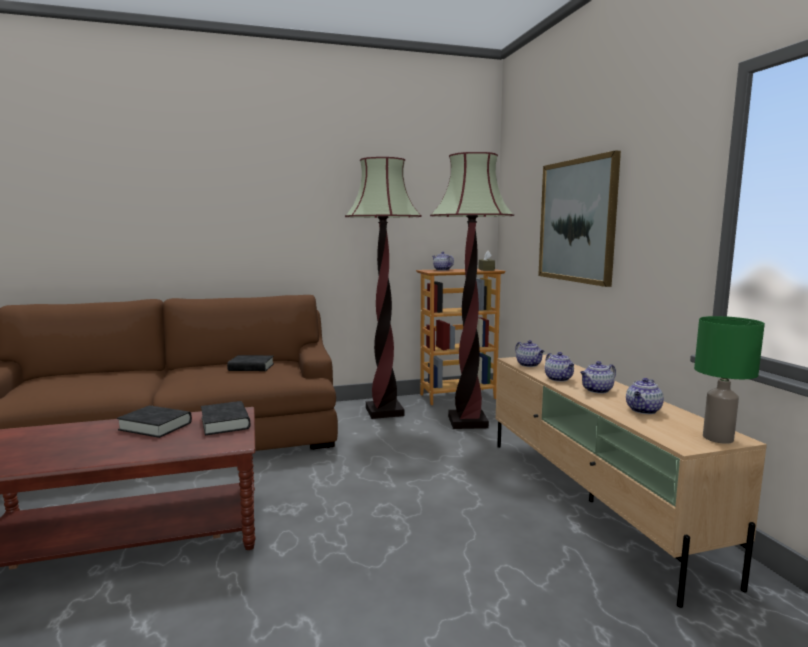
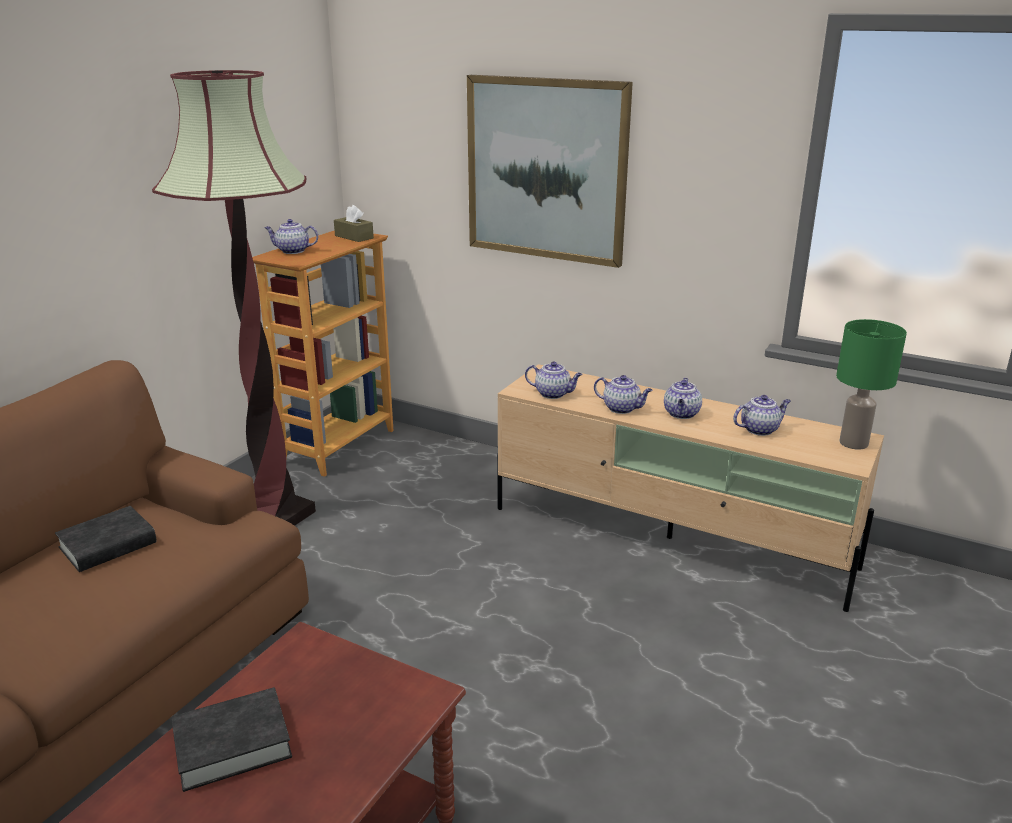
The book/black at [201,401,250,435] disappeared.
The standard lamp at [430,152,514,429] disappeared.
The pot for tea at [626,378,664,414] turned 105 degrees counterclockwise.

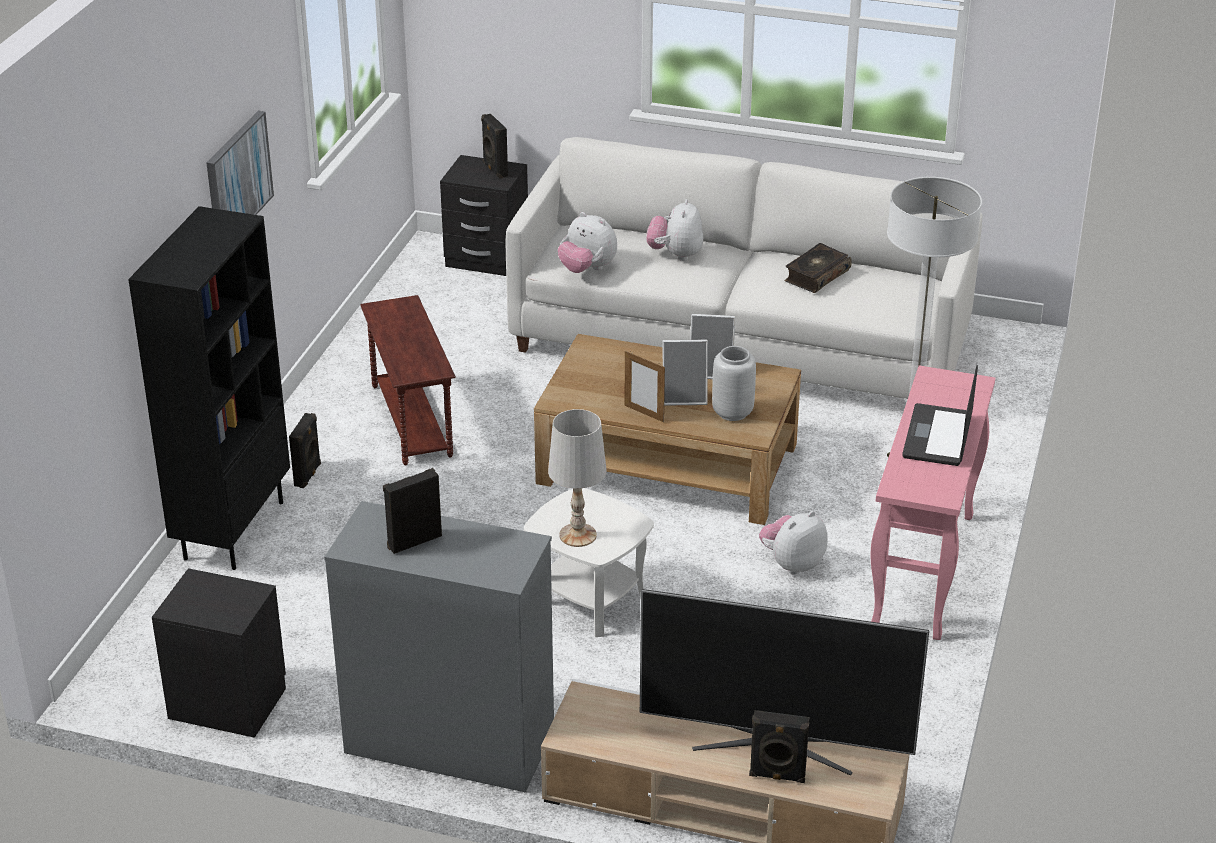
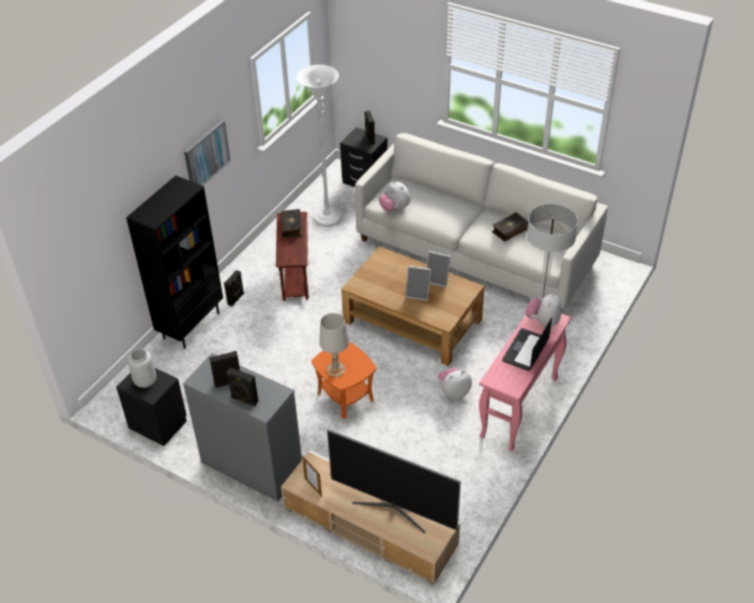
The book at [280,209,303,238] appeared.
The standard lamp/whitish at [297,65,342,227] appeared.
The picture frame moved from [625,351,665,422] to [302,455,322,497].
The cuddly toy moved from [646,199,703,261] to [526,293,561,327].
The decorative vase/grey moved from [712,346,756,421] to [128,349,156,388].
The loudspeaker/black moved from [749,710,810,783] to [227,368,258,406].
The end table/whitish at [524,488,654,637] became the end table/orange-coloured at [312,342,376,419].

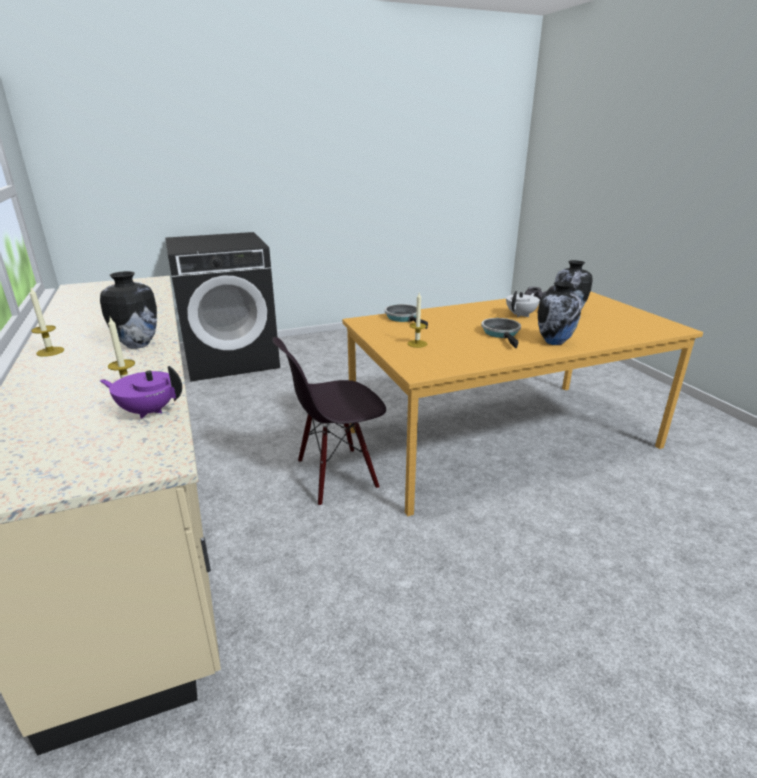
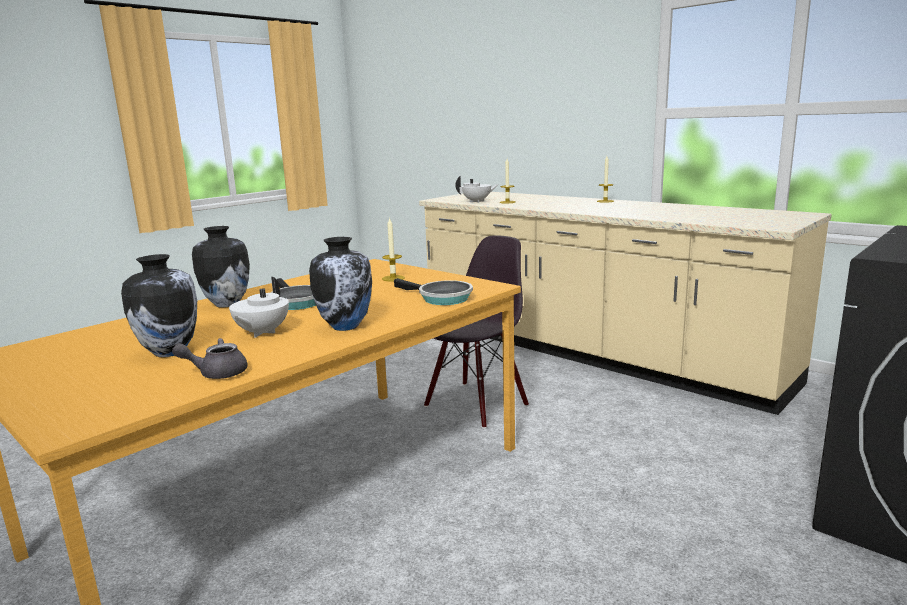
The decorative vase moved from [100,271,157,349] to [309,237,372,331].
The pot for tea/purplish at [100,366,182,419] became the pot for tea/whitish at [455,176,499,203].

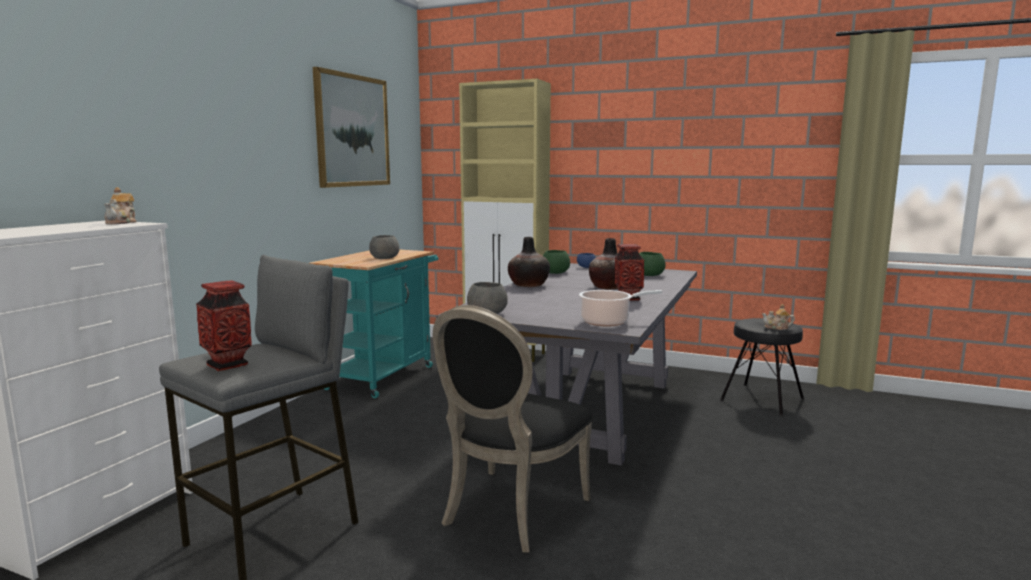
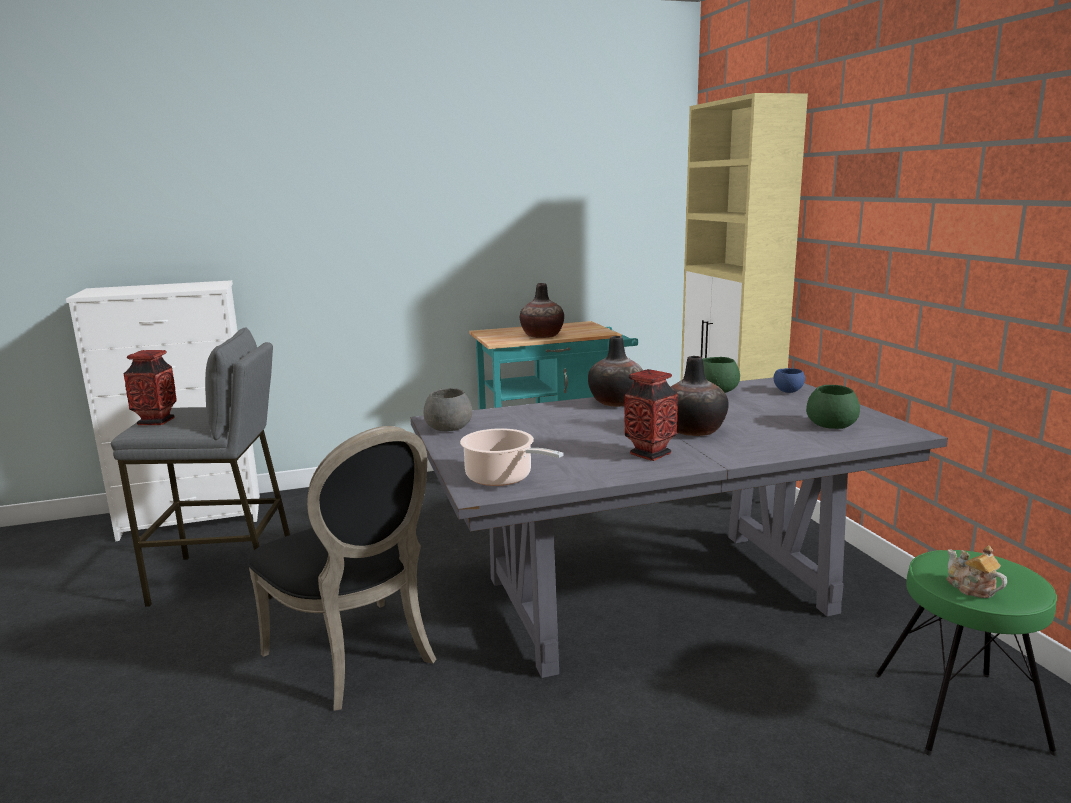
The pot for tea at [104,187,137,224] disappeared.
The wall picture at [313,67,390,188] disappeared.
The deep dish/grey at [369,235,400,259] was replaced by the decorative vase at [520,283,564,338].
The stool/black at [720,318,804,416] became the stool/green at [875,550,1057,756].
The upright chair/black at [433,305,593,552] turned 120 degrees counterclockwise.

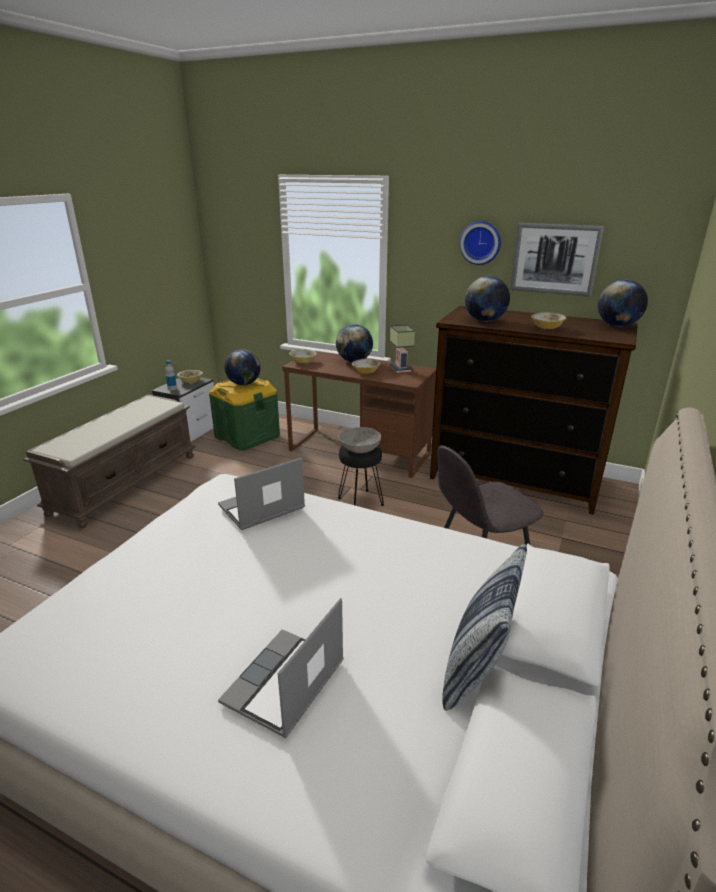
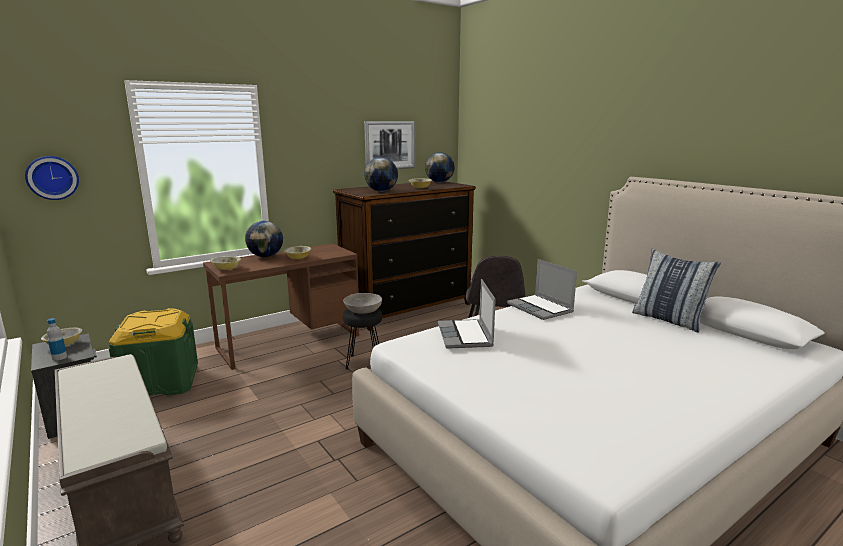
The desk globe at [224,350,260,385] disappeared.
The tabletop lamp at [390,325,415,373] disappeared.
The laptop moved from [218,598,344,738] to [507,259,577,320].
The hanging clock moved from [460,221,501,265] to [25,156,79,200].

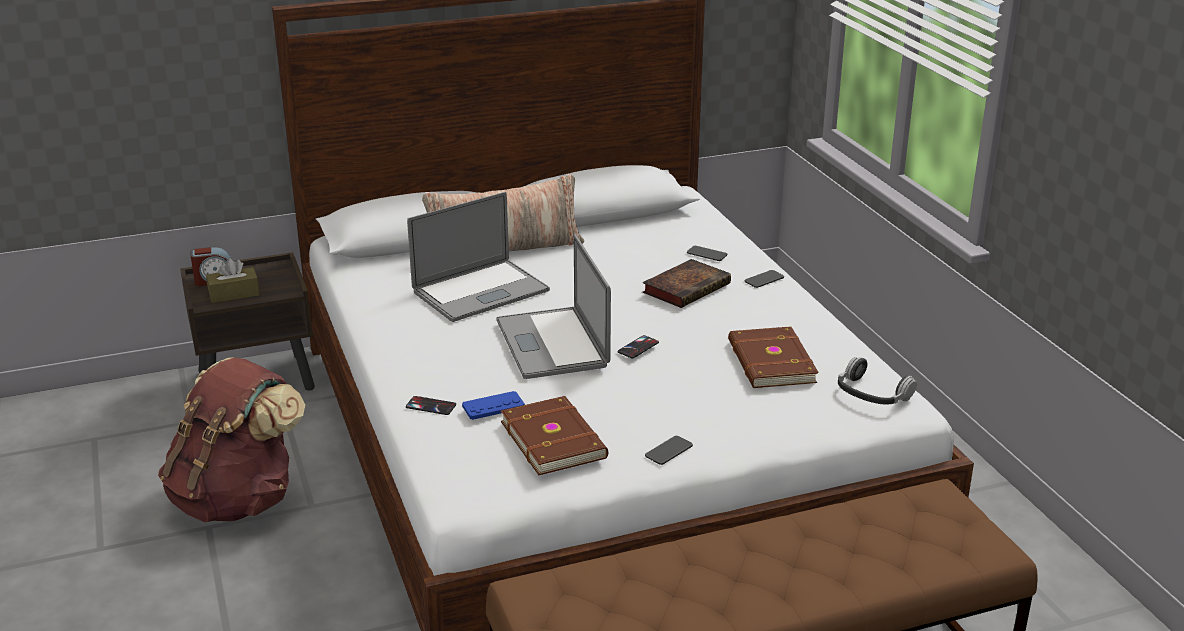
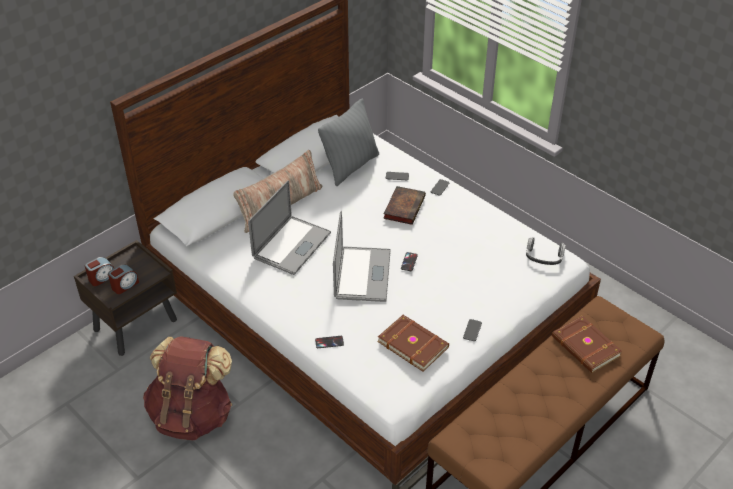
The joypad/blue at [462,391,525,420] disappeared.
The cushion/grey at [318,98,379,186] appeared.
The book/brown moved from [728,326,819,388] to [552,316,622,373].
The tissue holder/brown at [206,258,260,303] was replaced by the alarm clock at [108,264,139,294].
The laptop at [496,234,611,379] turned 135 degrees counterclockwise.

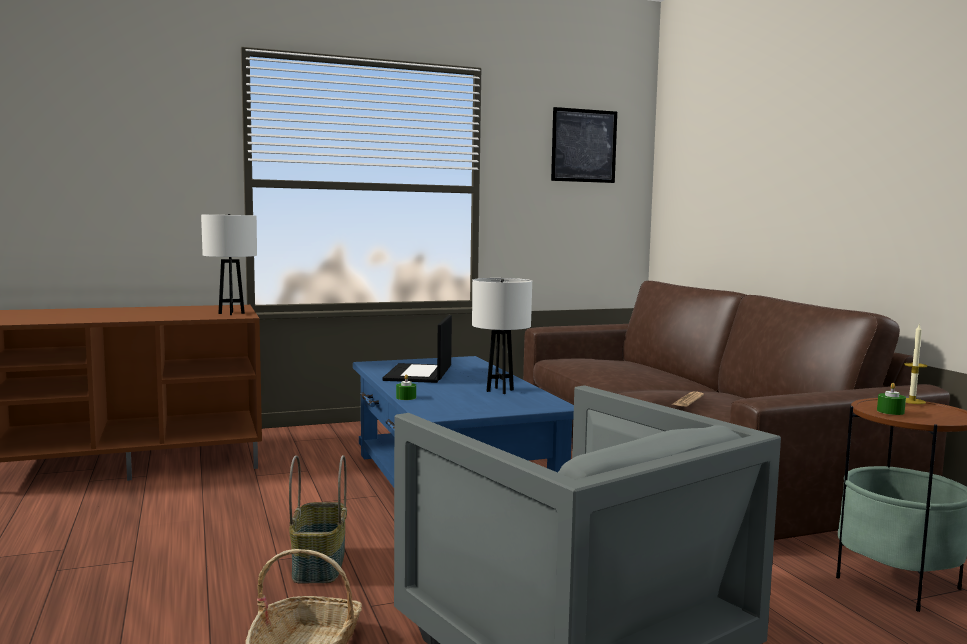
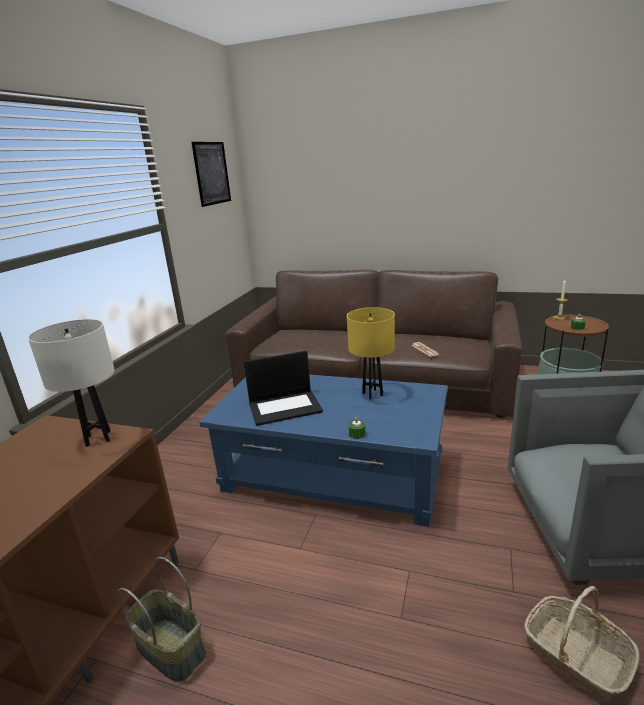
The basket moved from [289,455,347,584] to [118,557,206,682].
The tabletop lamp/whitish at [472,278,532,394] became the tabletop lamp/yellow-coloured at [347,307,395,400].
The laptop at [382,315,452,383] turned 60 degrees counterclockwise.

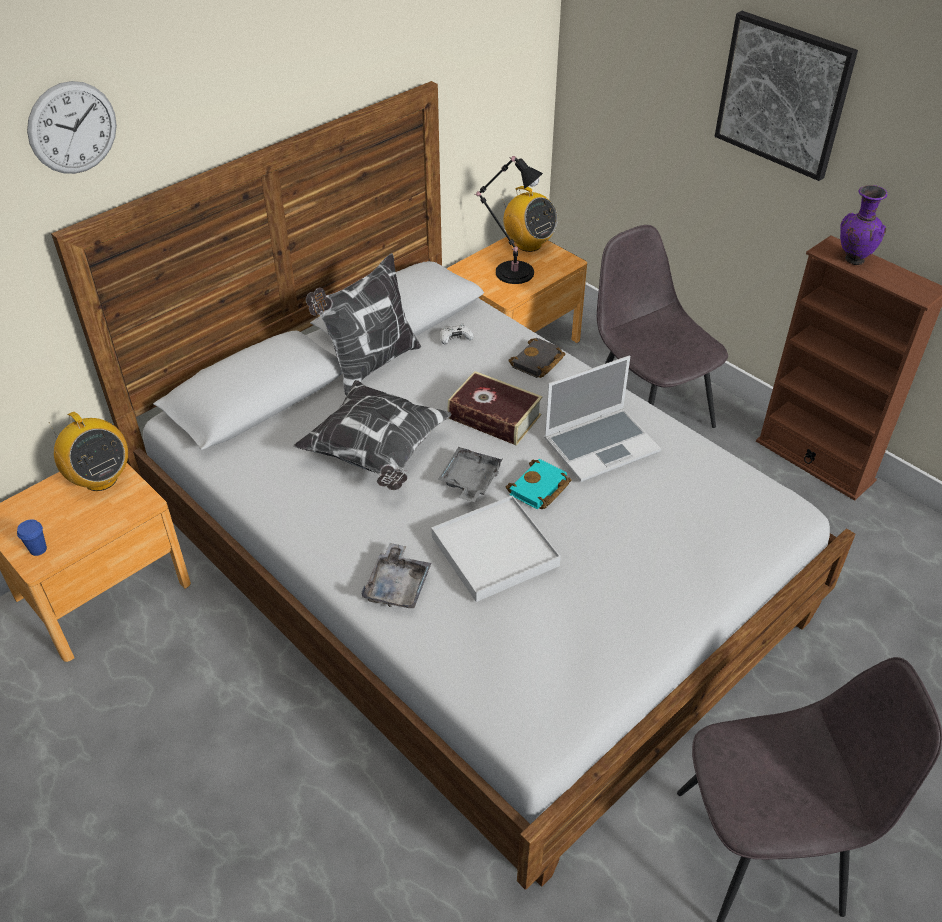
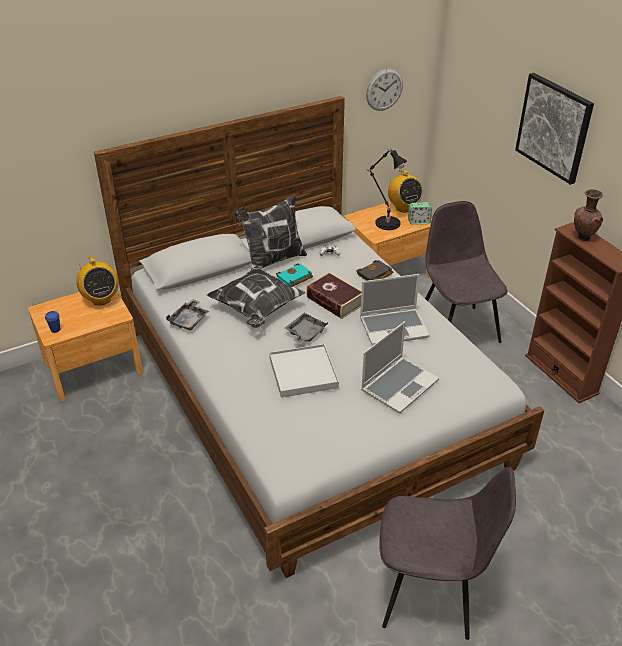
The laptop at [361,321,439,414] appeared.
The alarm clock at [408,202,432,225] appeared.
The hanging clock moved from [27,81,117,174] to [366,68,403,111].
The serving tray/grey moved from [361,543,431,608] to [166,299,209,330].
The book/blue-green moved from [506,459,571,509] to [276,264,313,287].
The decorative vase/purplish at [840,185,887,265] became the decorative vase/brown at [574,189,603,241].

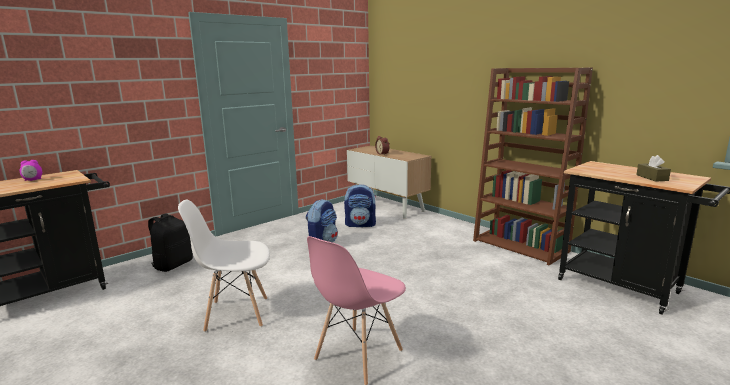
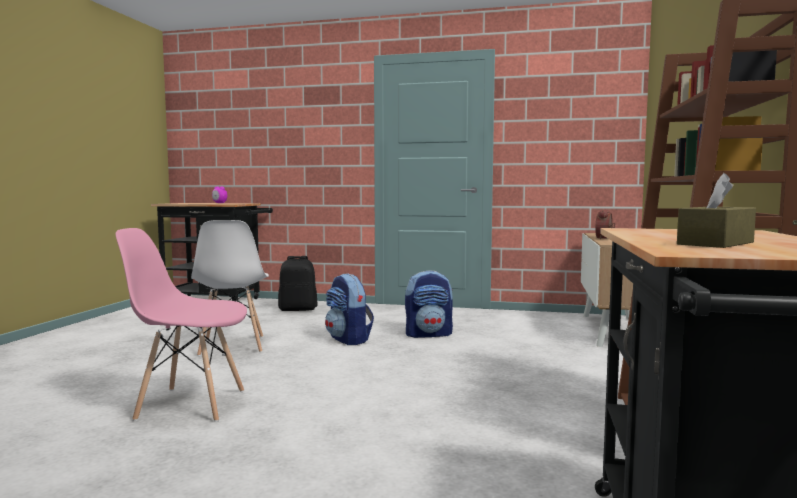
The knapsack moved from [344,184,376,227] to [325,273,374,345].
The upright chair/whitish at [178,200,270,332] turned 150 degrees counterclockwise.

